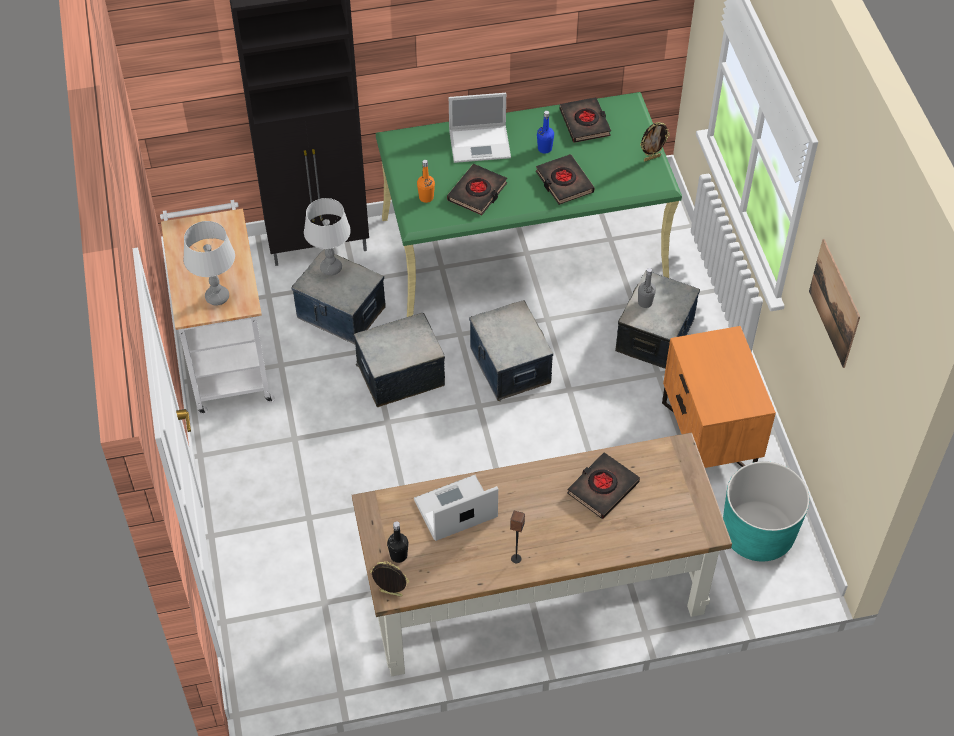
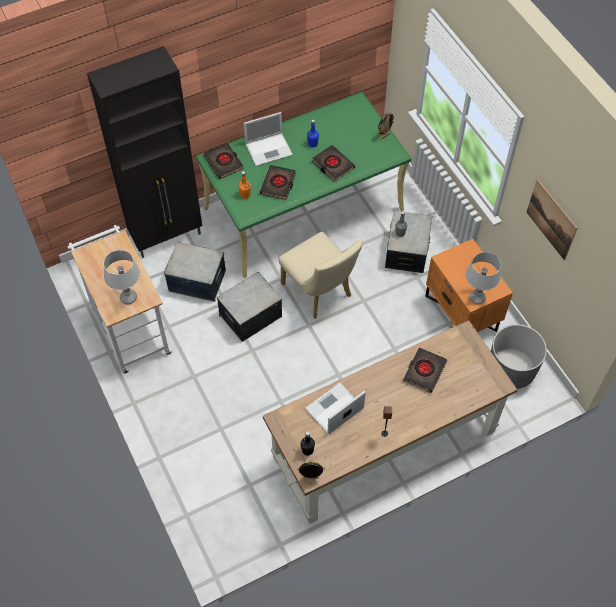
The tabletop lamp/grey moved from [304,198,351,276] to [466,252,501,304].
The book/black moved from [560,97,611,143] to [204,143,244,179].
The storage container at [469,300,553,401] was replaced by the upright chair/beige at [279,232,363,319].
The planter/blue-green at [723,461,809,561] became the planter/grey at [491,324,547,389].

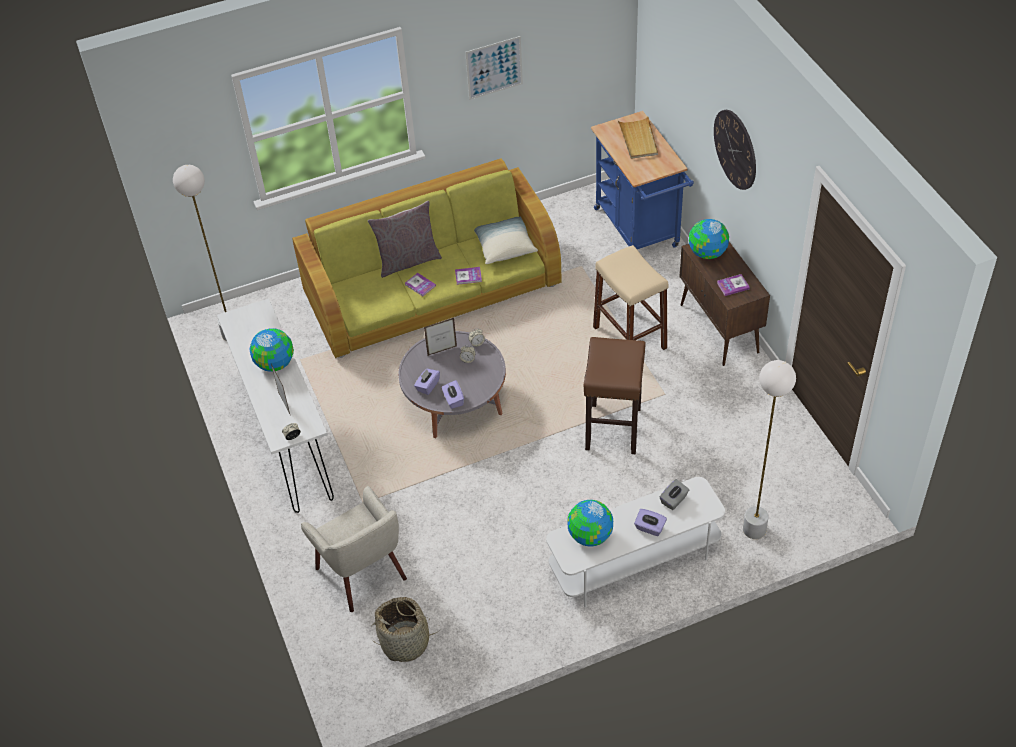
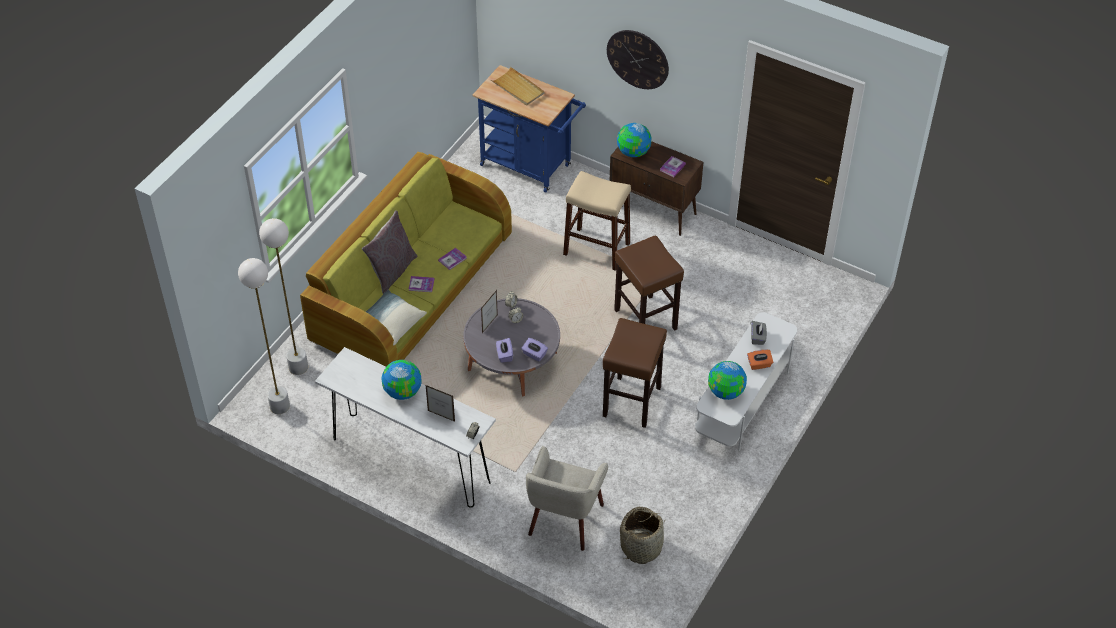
The wall picture at [465,36,523,100] disappeared.
The stool/brown at [603,318,667,428] appeared.
The cushion moved from [474,217,538,264] to [366,290,427,345].
The standard lamp/whitish moved from [743,360,796,539] to [259,218,308,375].
The tissue holder/purplish at [634,509,667,536] became the tissue holder/orange-coloured at [747,349,773,370].
The easy chair/beige at [301,486,407,612] turned 90 degrees clockwise.

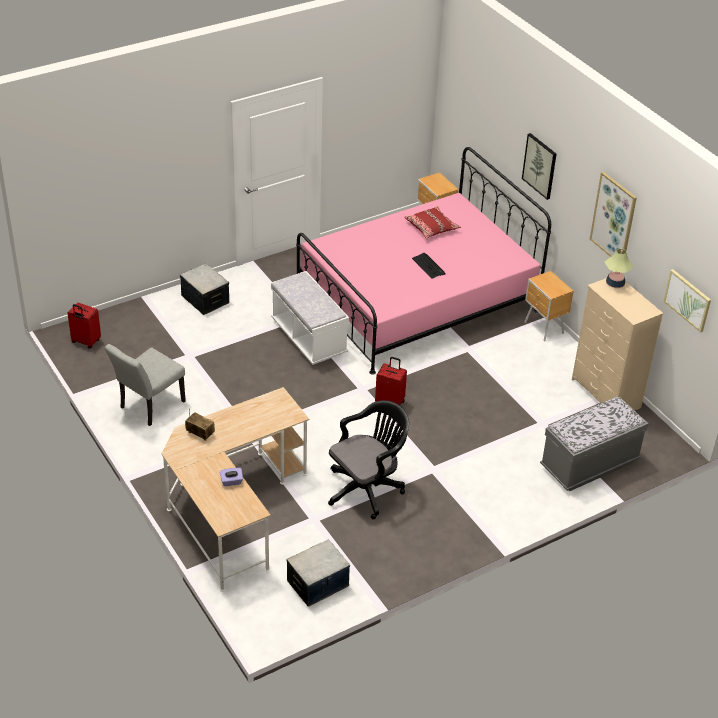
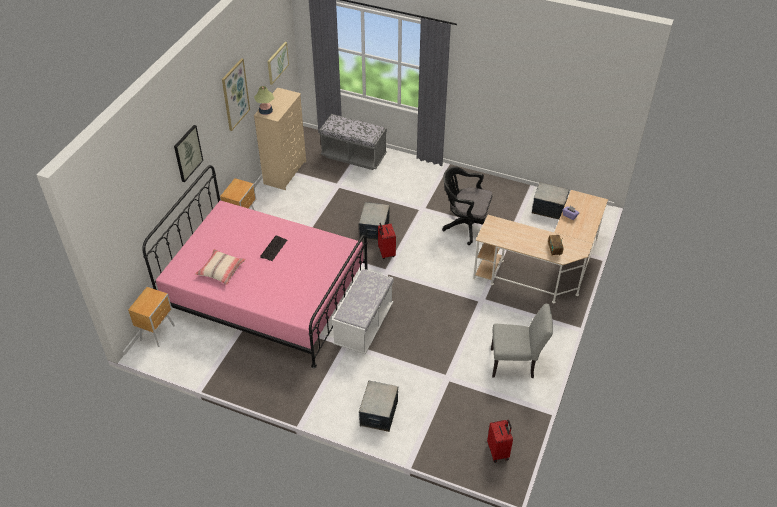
The storage container at [359,202,390,241] appeared.
The cushion/reddish at [404,206,461,239] became the cushion/beige at [195,249,246,285].

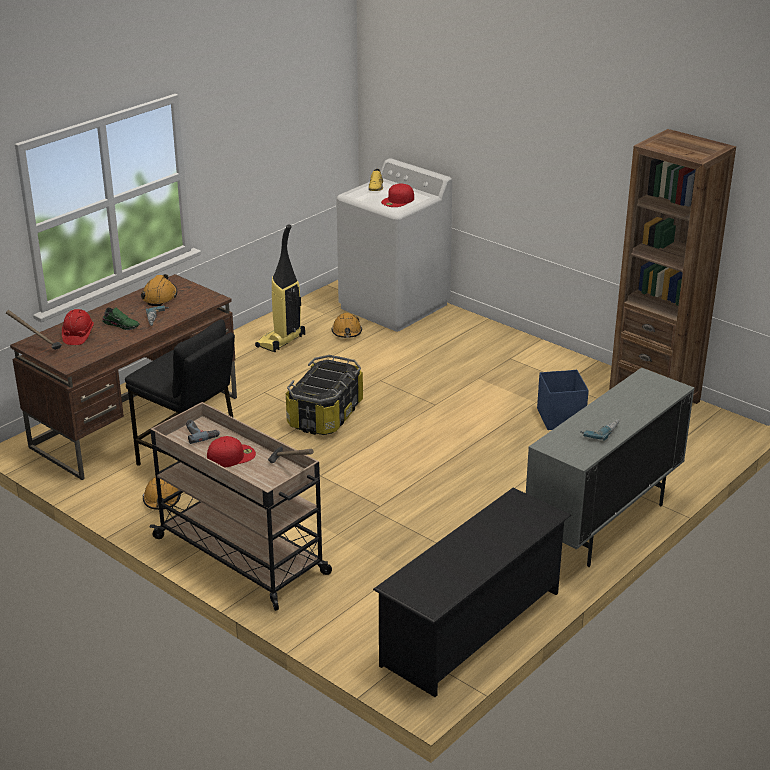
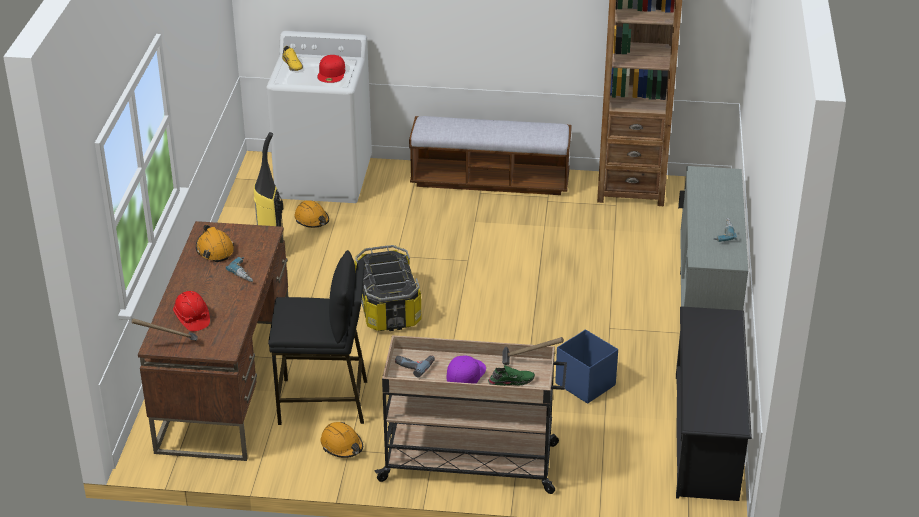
The long seat at [409,116,572,195] appeared.
The item of footwear/green moved from [102,308,139,330] to [488,365,535,386].
The storage container/blue moved from [537,370,589,430] to [555,330,618,404].
The cap/reddish at [207,436,256,467] became the cap/purplish at [447,355,486,384].

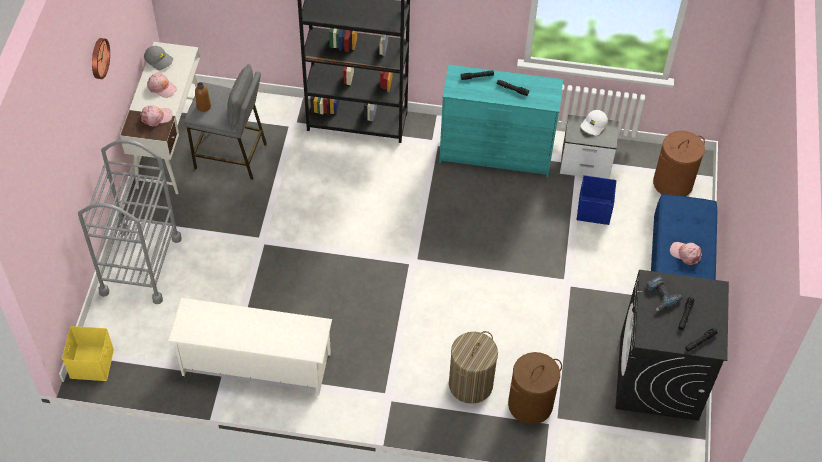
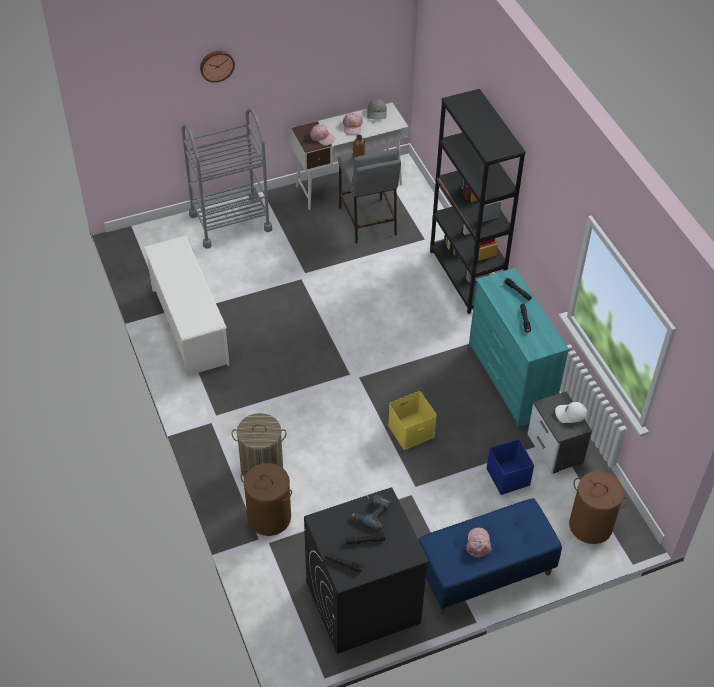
The storage container/yellow-coloured moved from [62,326,114,381] to [388,391,437,450].
The hanging clock moved from [92,38,110,79] to [200,51,235,83].

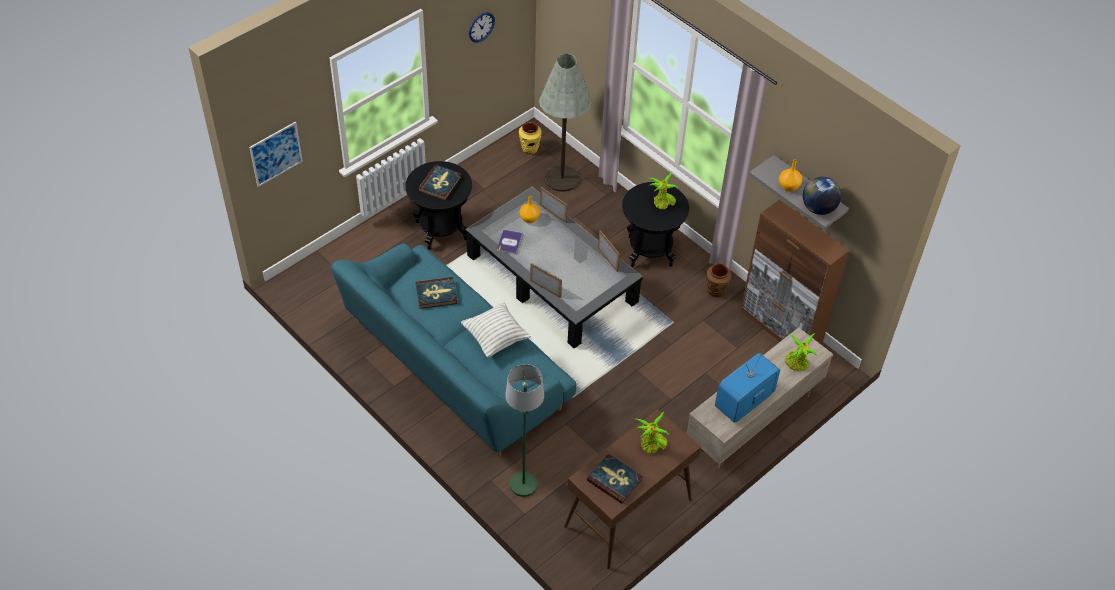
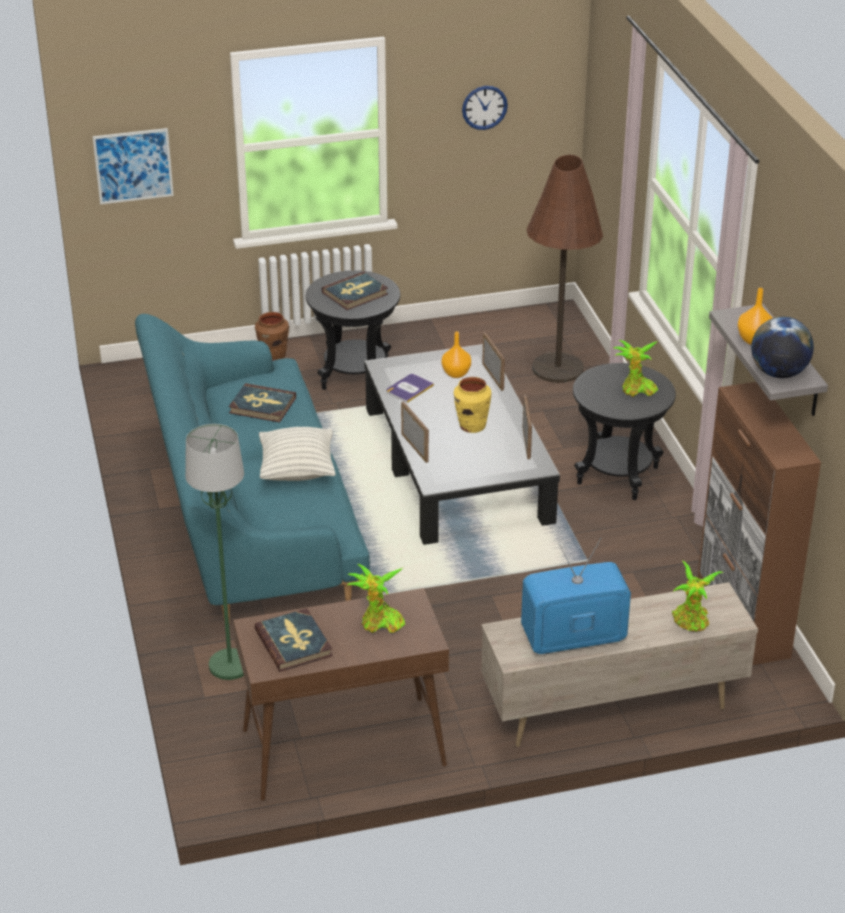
The decorative vase/yellow-coloured moved from [519,122,542,154] to [454,377,491,433].
The decorative vase/brown moved from [706,263,731,297] to [255,312,289,361].
The standard lamp/grey at [539,53,591,192] became the standard lamp/brown at [526,155,603,383].

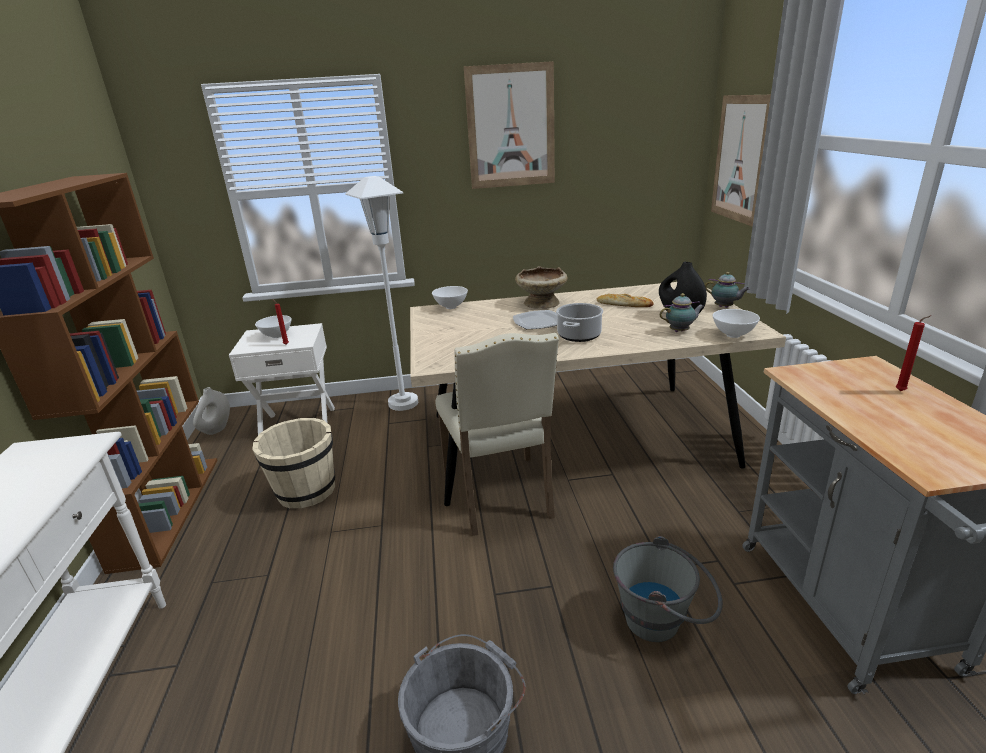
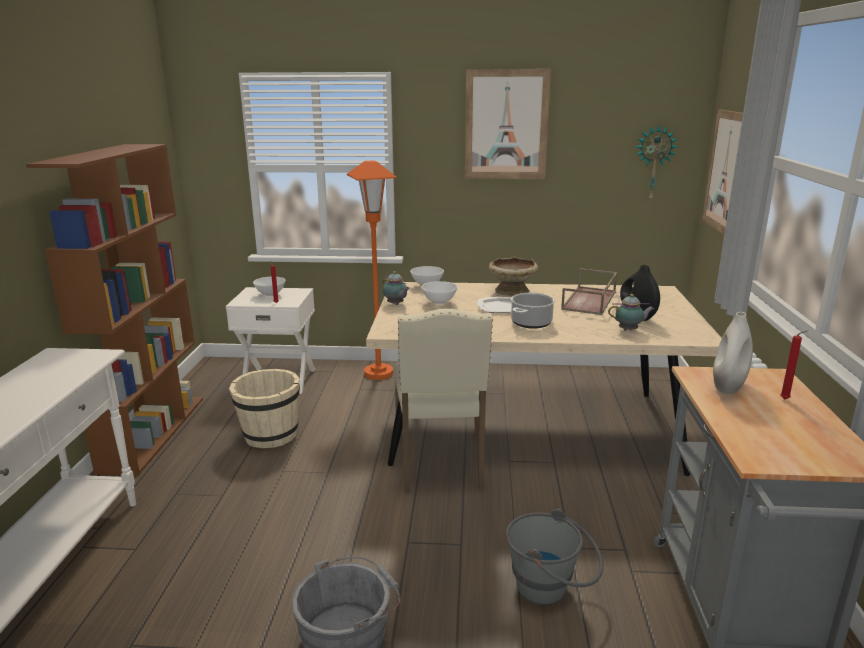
The hanging clock at [635,124,678,202] appeared.
The decorative vase/whitish moved from [193,387,230,435] to [713,312,753,394].
The pot for tea moved from [705,272,750,308] to [382,271,410,305].
The deep dish/whitish moved from [713,309,760,338] to [421,281,458,305].
The baked bread at [597,294,654,307] was replaced by the serving tray/brown at [561,268,617,315].
The standard lamp/whitish at [345,176,418,411] became the standard lamp/orange-coloured at [347,160,397,380].

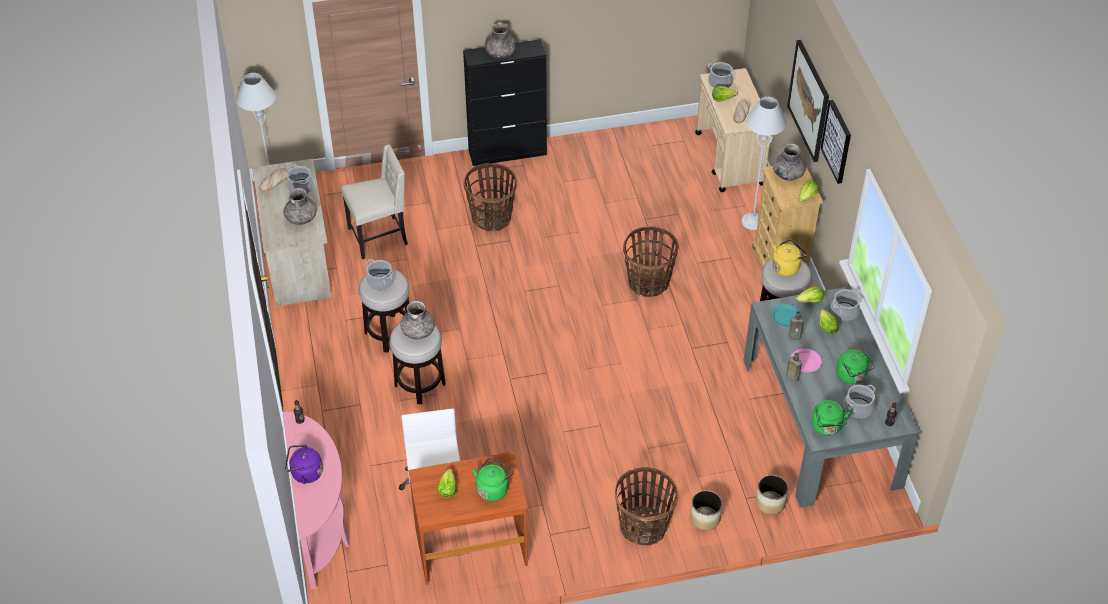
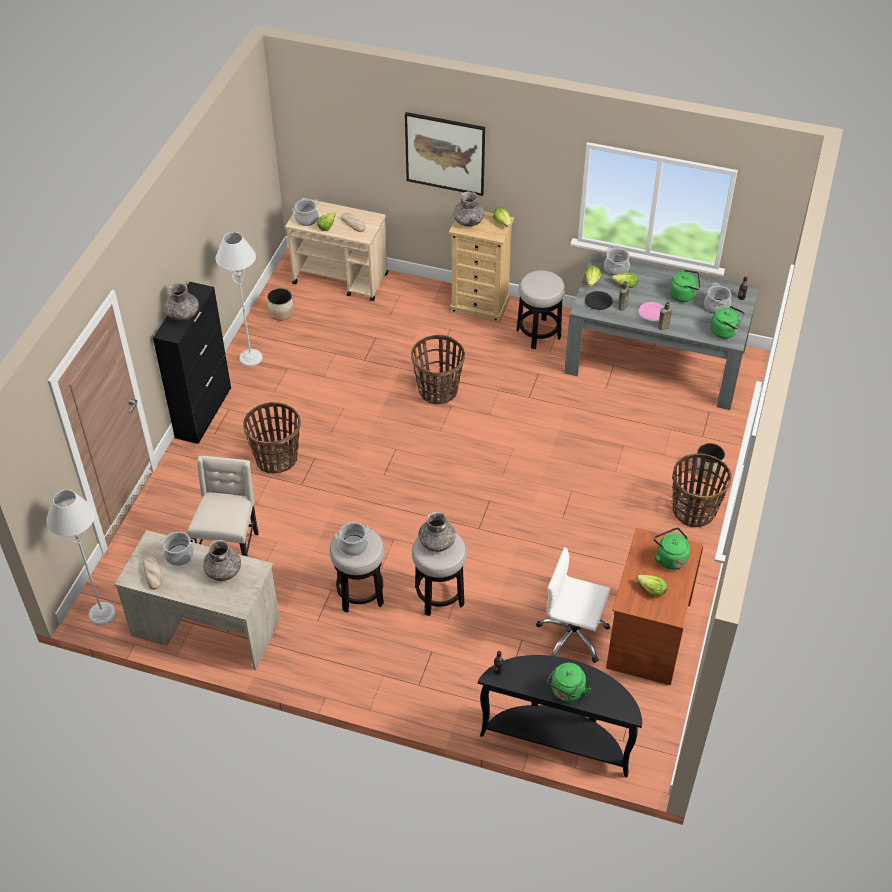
The kettle/yellow-coloured at [772,239,808,276] disappeared.
The wall picture at [821,100,851,184] disappeared.
The standard lamp/grey moved from [741,97,787,230] to [215,232,263,366].
The planter moved from [755,475,788,514] to [267,288,294,321].
The console table/pink at [282,412,350,589] became the console table/black at [478,655,642,777].
The kettle/purplish at [285,445,323,484] became the kettle/green at [547,663,591,702].
The flat dish/blue-green at [771,304,802,327] became the flat dish/black at [585,291,613,310].

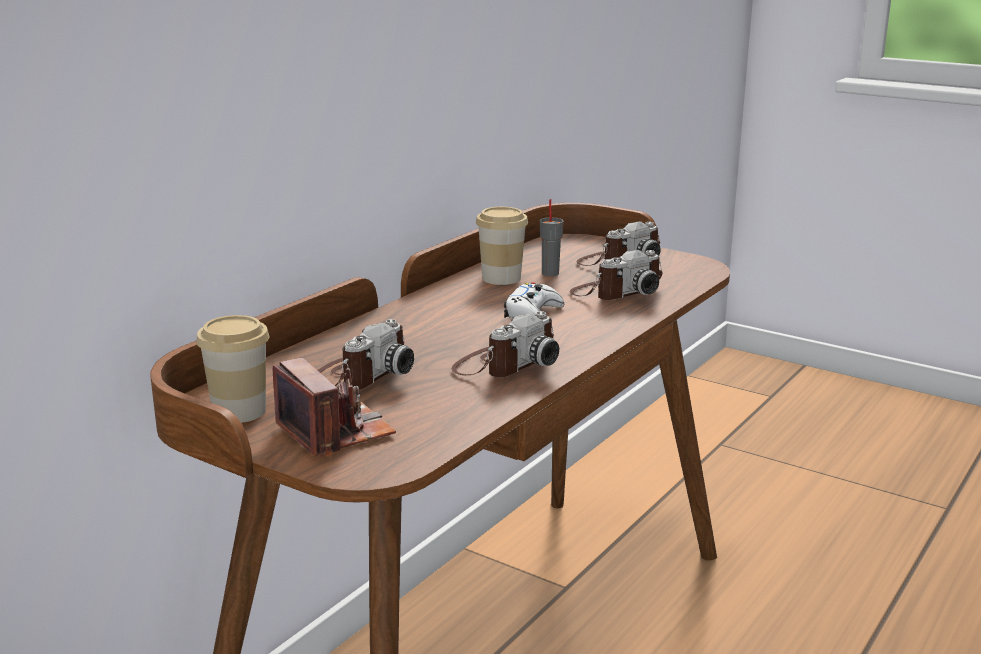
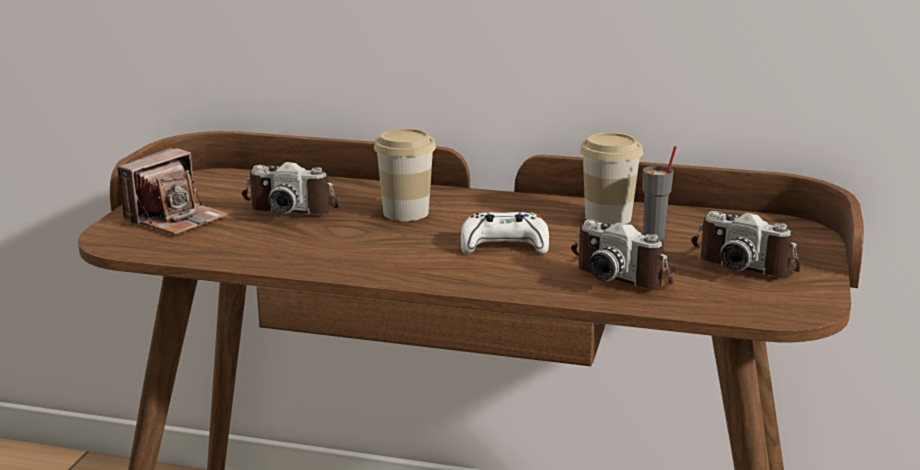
The still camera at [452,311,559,377] disappeared.
The drinking cup moved from [196,315,269,423] to [374,128,436,221].

